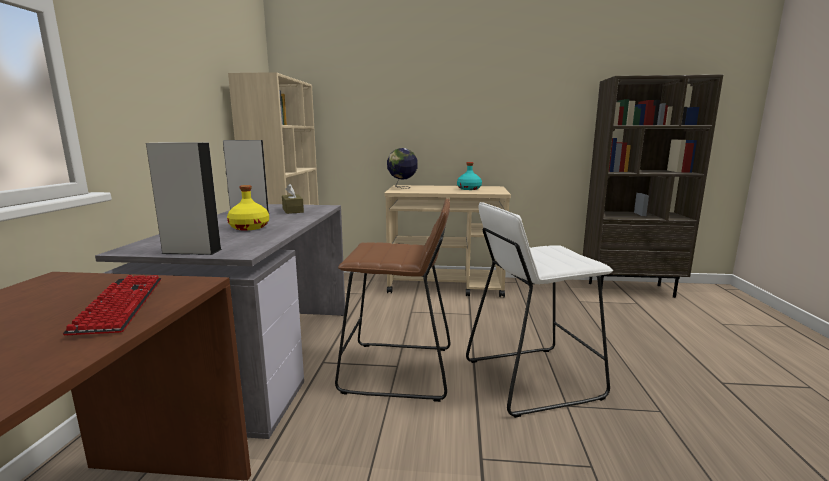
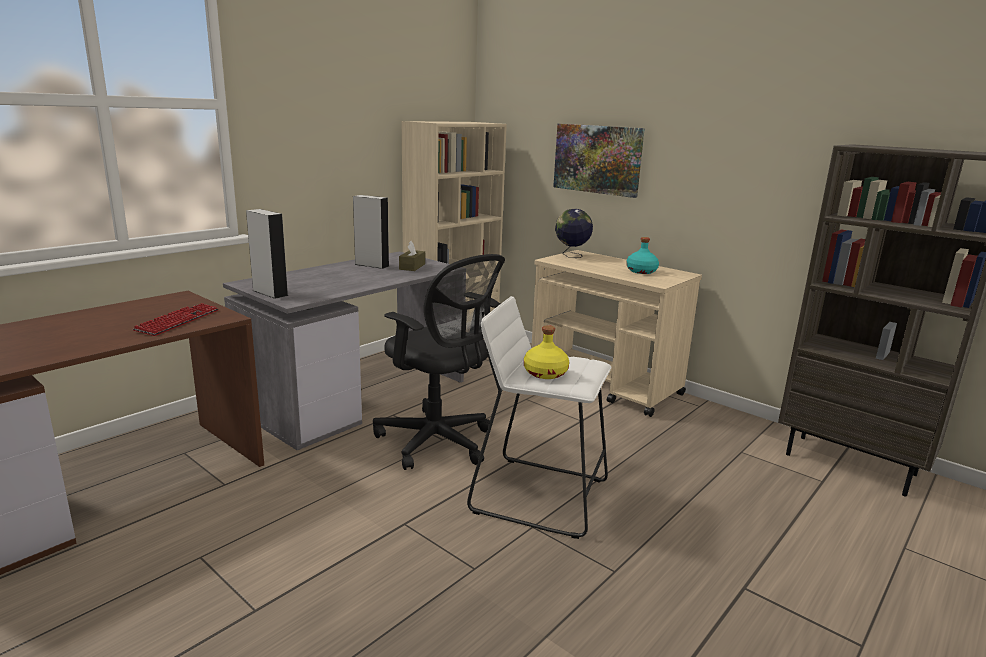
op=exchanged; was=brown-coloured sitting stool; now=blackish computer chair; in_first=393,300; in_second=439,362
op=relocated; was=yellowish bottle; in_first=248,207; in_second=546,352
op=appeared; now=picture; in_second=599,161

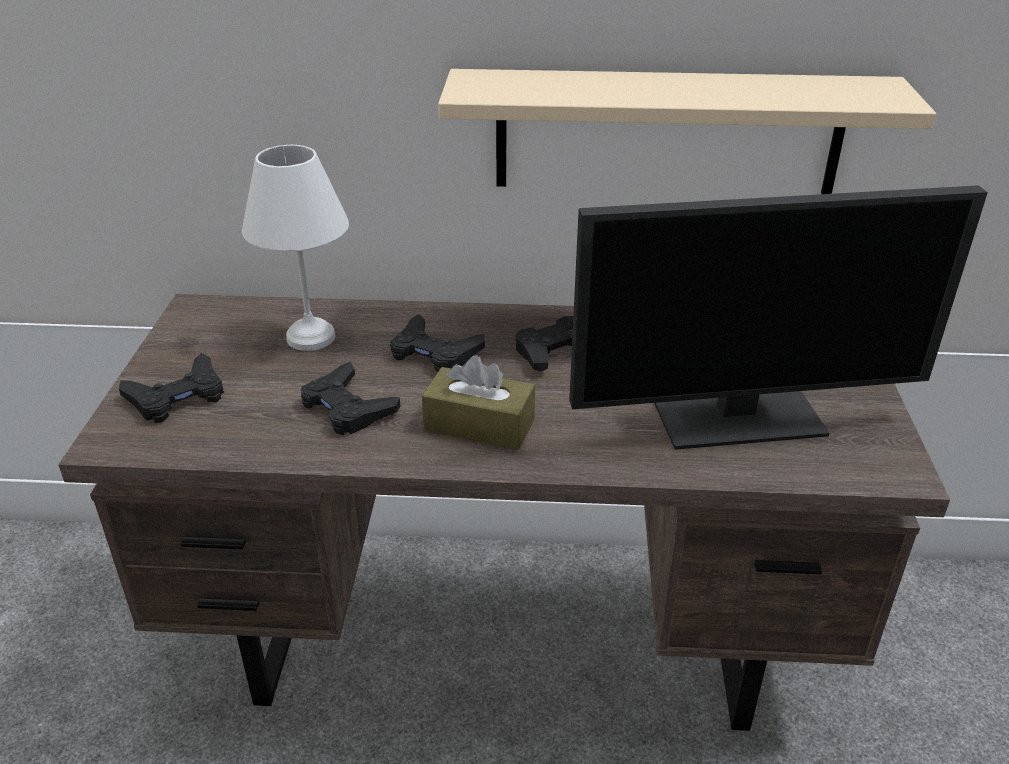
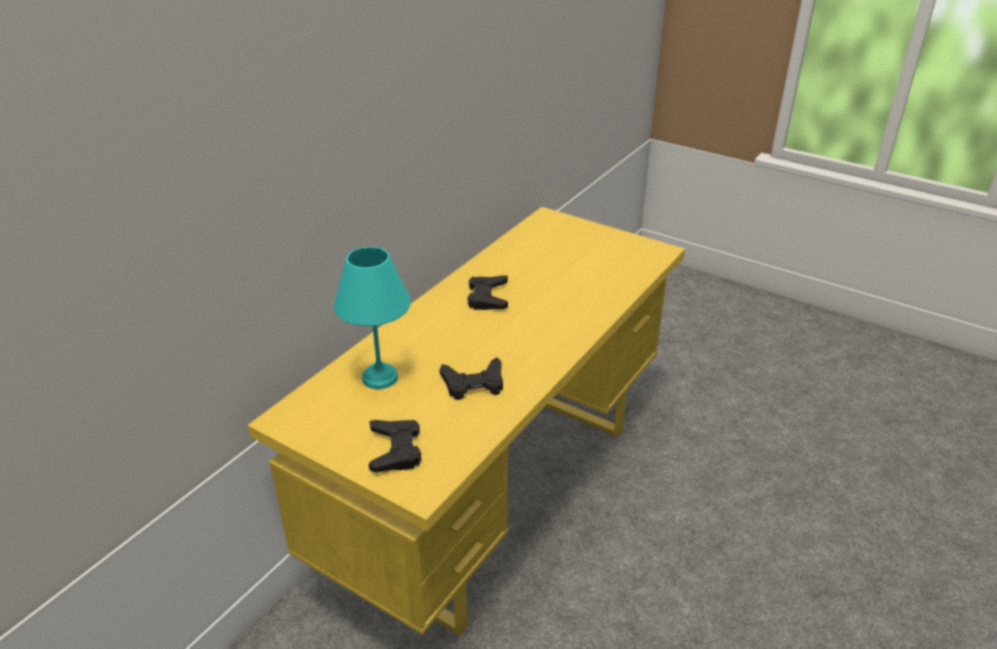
op=colour; was=brown-coloured desk unit; now=yellowish desk unit; in_first=504,512; in_second=466,421
op=colour; was=whitish tabletop lamp; now=turquoise-coloured tabletop lamp; in_first=295,248; in_second=372,318
op=missing; was=blackish game controller; in_first=437,343
op=missing; was=brown-coloured tissue holder; in_first=478,402
op=missing; was=beige bracket shelf; in_first=687,131
op=missing; was=monitor; in_first=778,317

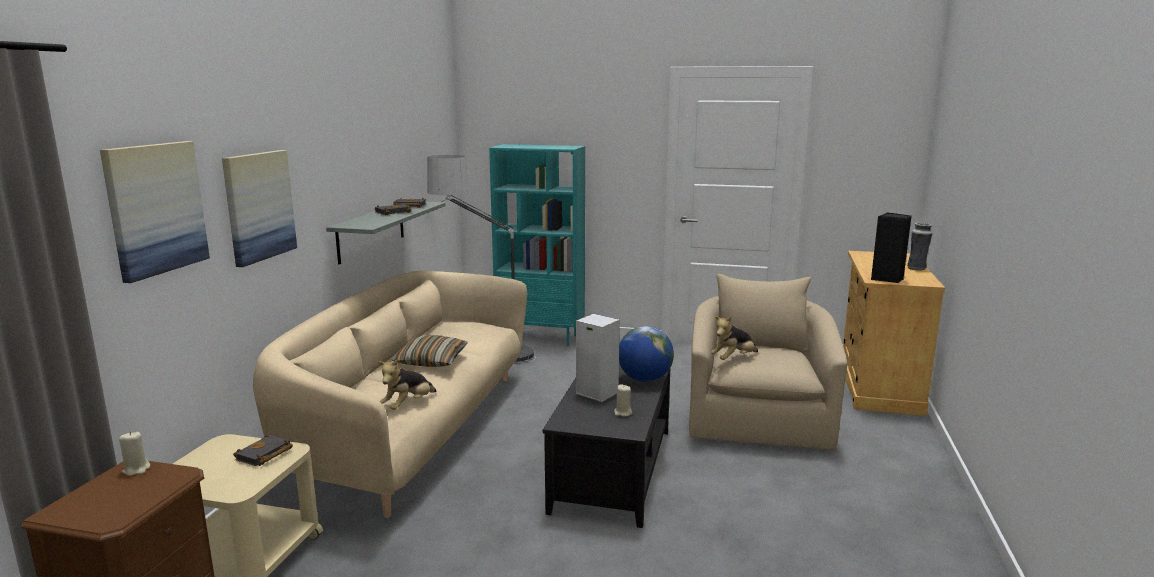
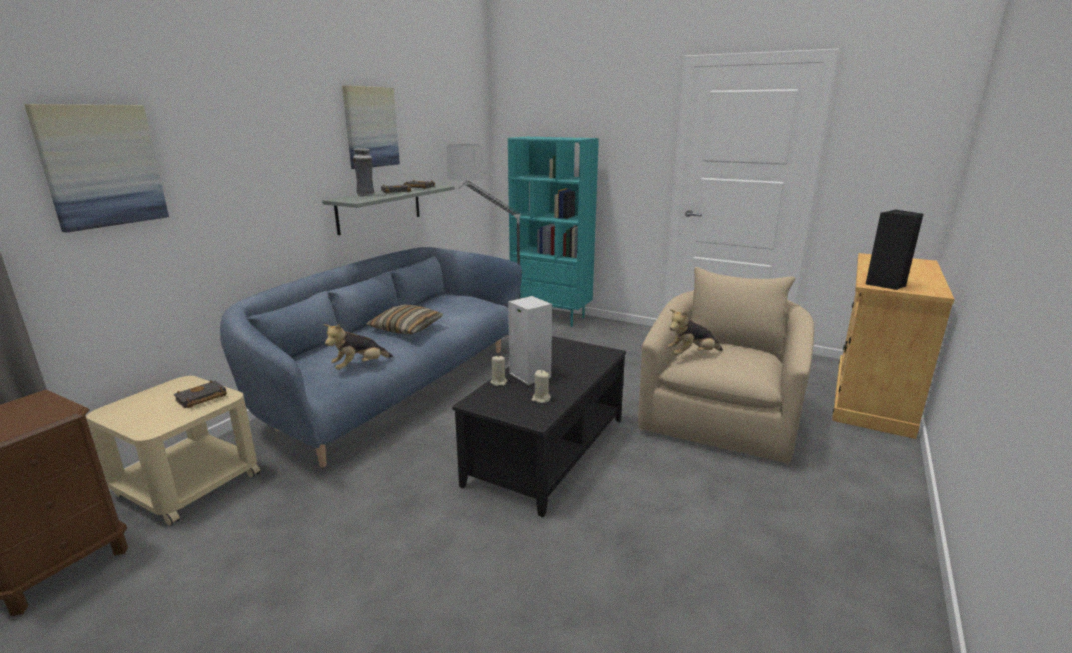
op=colour; was=beige settee; now=blue settee; in_first=390,394; in_second=371,357
op=relocated; was=picture; in_first=259,208; in_second=371,127
op=relocated; was=flower vase; in_first=919,247; in_second=364,172
op=relocated; was=beige wax light; in_first=134,453; in_second=498,370
op=missing; was=desk globe; in_first=646,354

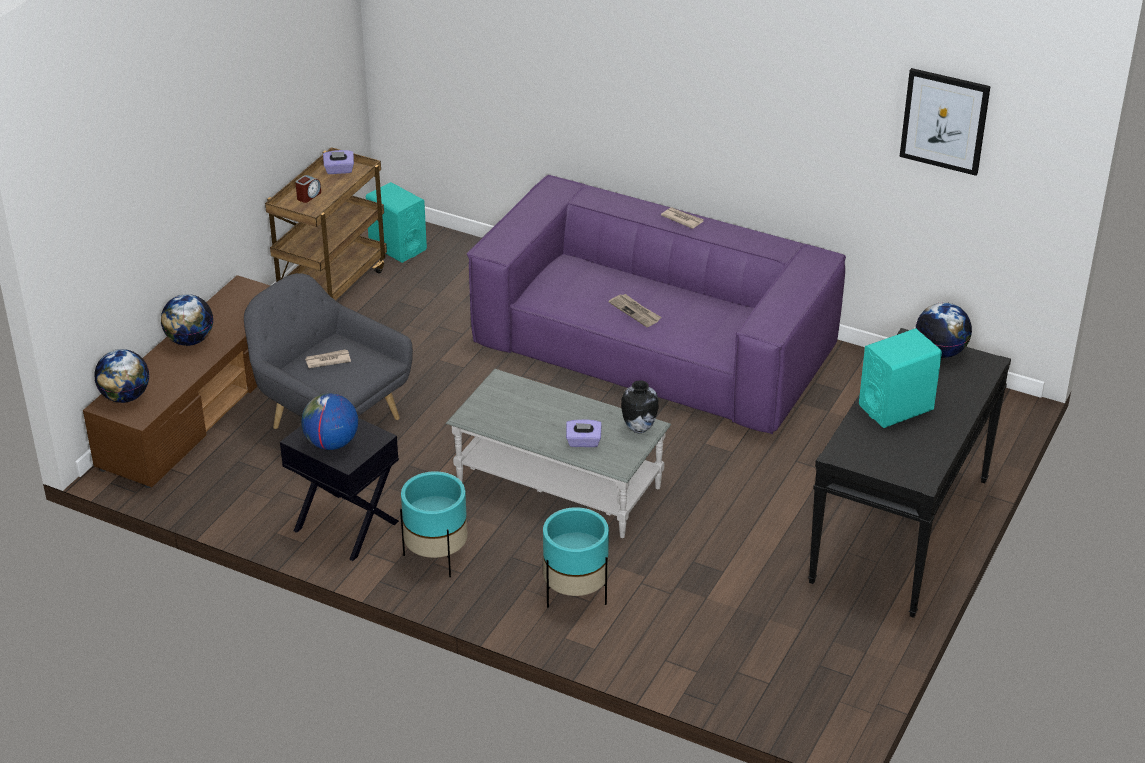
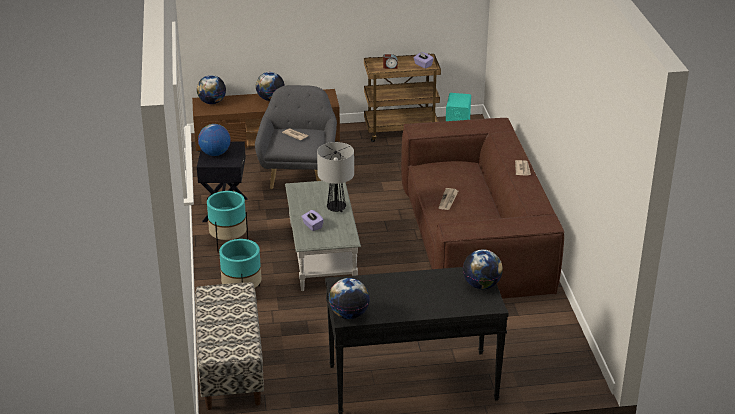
op=appeared; now=long seat; in_second=229,346
op=appeared; now=tabletop lamp; in_second=335,177
op=appeared; now=desk globe; in_second=349,298
op=colour; was=purple-coloured settee; now=brown-coloured settee; in_first=656,304; in_second=482,208
op=missing; was=flower vase; in_first=639,406
op=missing; was=turquoise-coloured speaker; in_first=900,378
op=missing; was=picture; in_first=945,122

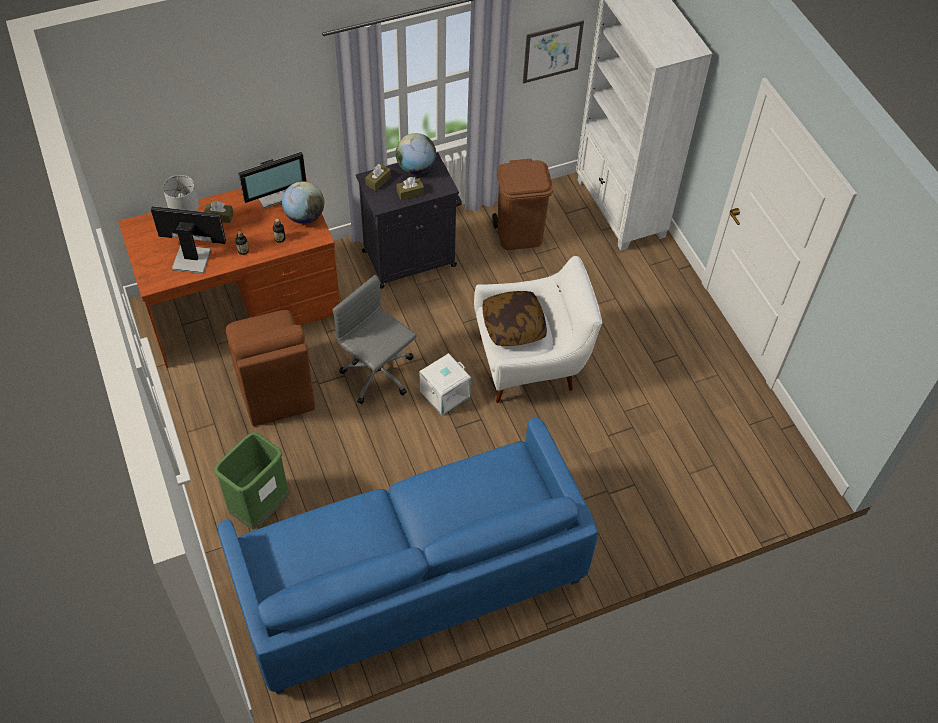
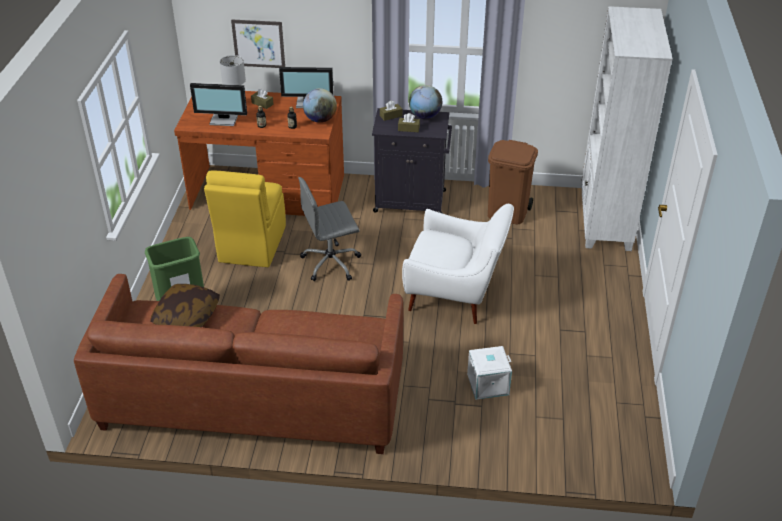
op=colour; was=blue settee; now=brown-coloured settee; in_first=408,555; in_second=238,364
op=relocated; was=pillow; in_first=514,318; in_second=185,305
op=spun; was=monitor; in_first=188,240; in_second=218,104; clockwise=150
op=colour; was=brown-coloured upright chair; now=yellowish upright chair; in_first=270,368; in_second=245,218
op=relocated; was=picture; in_first=553,52; in_second=258,43
op=spun; was=grey computer chair; in_first=375,339; in_second=329,229; clockwise=-90
op=relocated; was=whitish storage bin; in_first=445,384; in_second=489,373

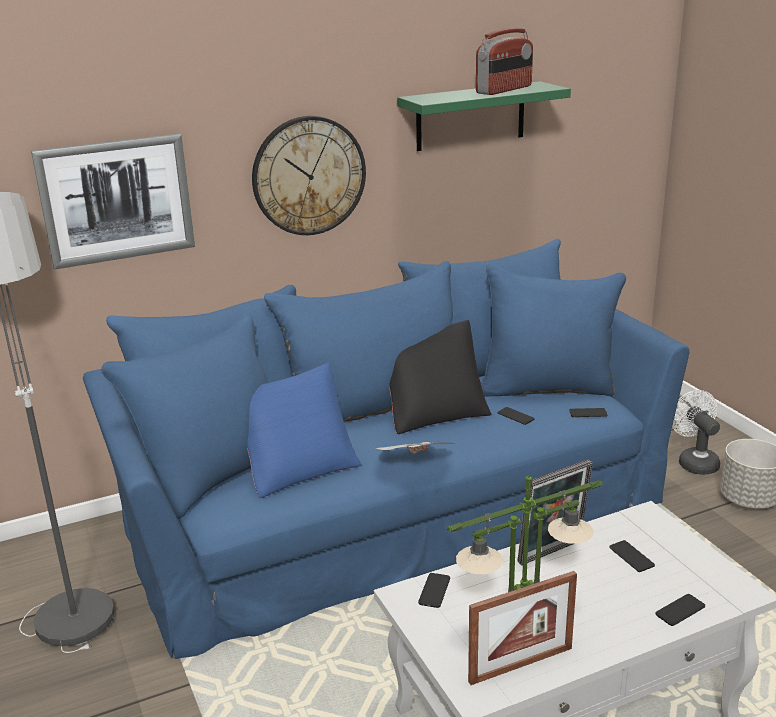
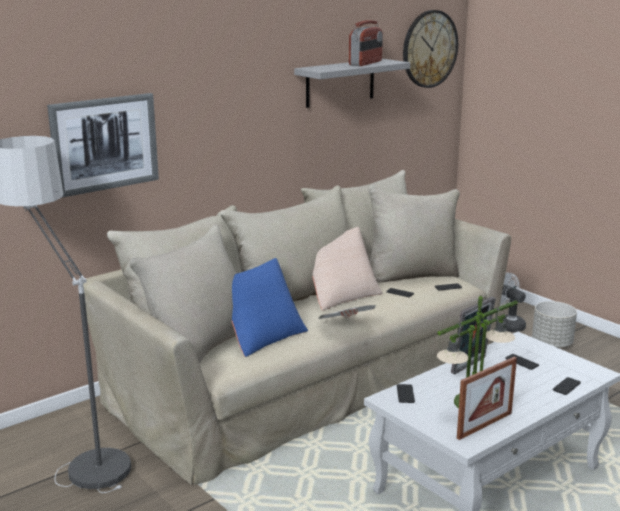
op=colour; was=blue settee; now=beige settee; in_first=386,449; in_second=297,327
op=colour; was=green-coloured bracket shelf; now=grey bracket shelf; in_first=484,116; in_second=352,83
op=colour; was=blackish pillow; now=beige pillow; in_first=440,377; in_second=348,268
op=relocated; was=wall clock; in_first=309,175; in_second=430,49

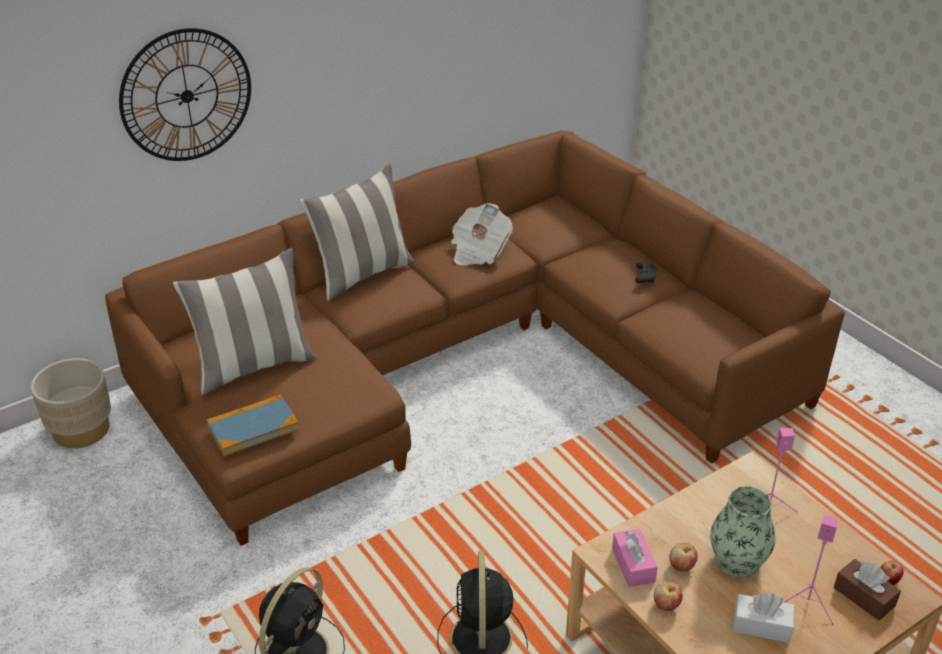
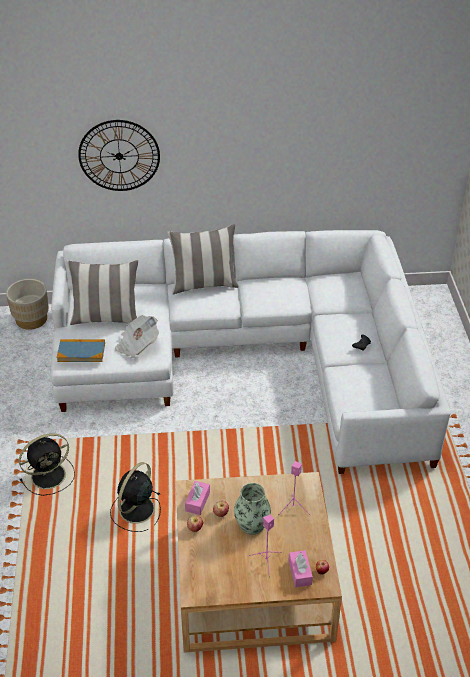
op=colour; was=brown-coloured settee; now=whitish settee; in_first=475,338; in_second=251,352
op=relocated; was=printed paper; in_first=482,234; in_second=137,336
op=colour; was=brown-coloured tissue holder; now=pinkish tissue holder; in_first=867,589; in_second=300,568
op=missing; was=whitish tissue holder; in_first=764,618

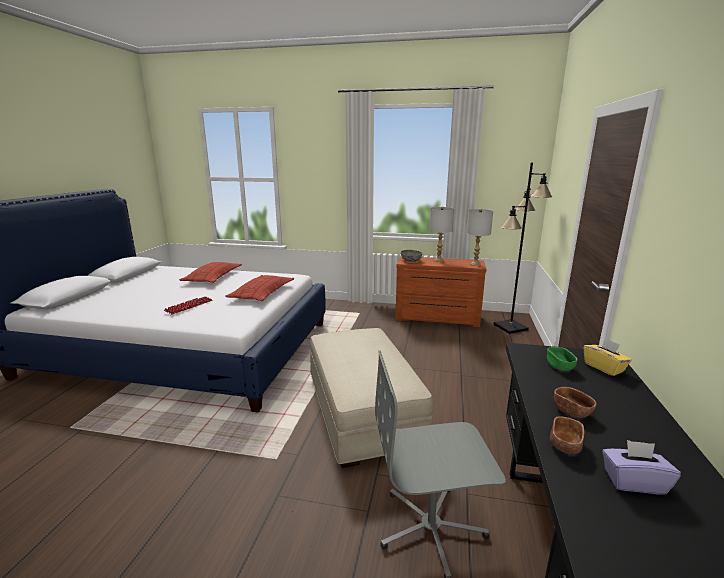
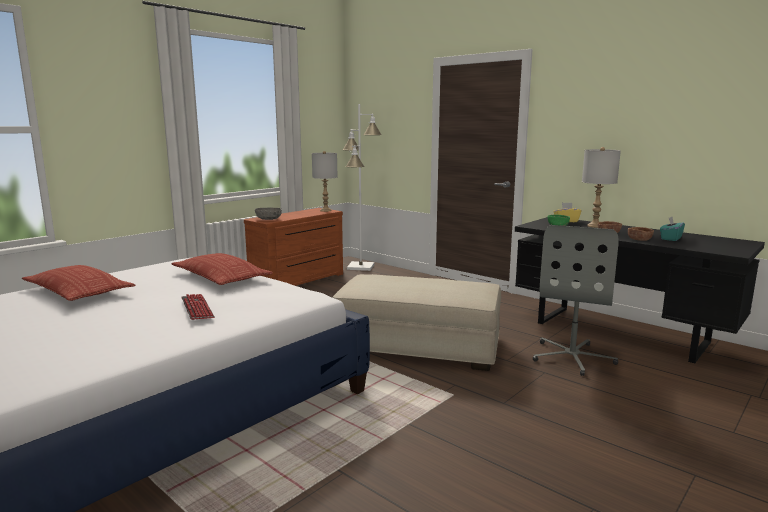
op=colour; was=blackish standing lamp; now=whitish standing lamp; in_first=523,248; in_second=362,187
op=relocated; was=grey tabletop lamp; in_first=441,234; in_second=601,187
op=colour; was=purple-coloured tissue holder; now=turquoise-coloured tissue holder; in_first=641,467; in_second=672,229

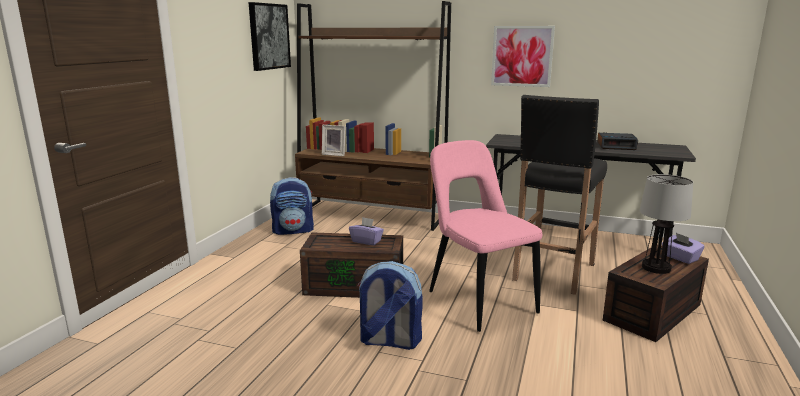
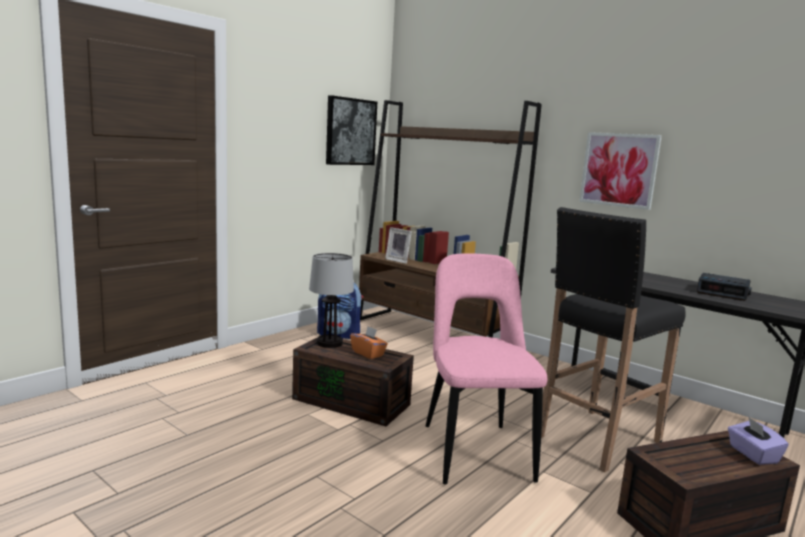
op=relocated; was=tabletop lamp; in_first=666,224; in_second=331,300
op=colour; was=purple-coloured tissue holder; now=orangey tissue holder; in_first=366,231; in_second=369,342
op=missing; was=backpack; in_first=390,305

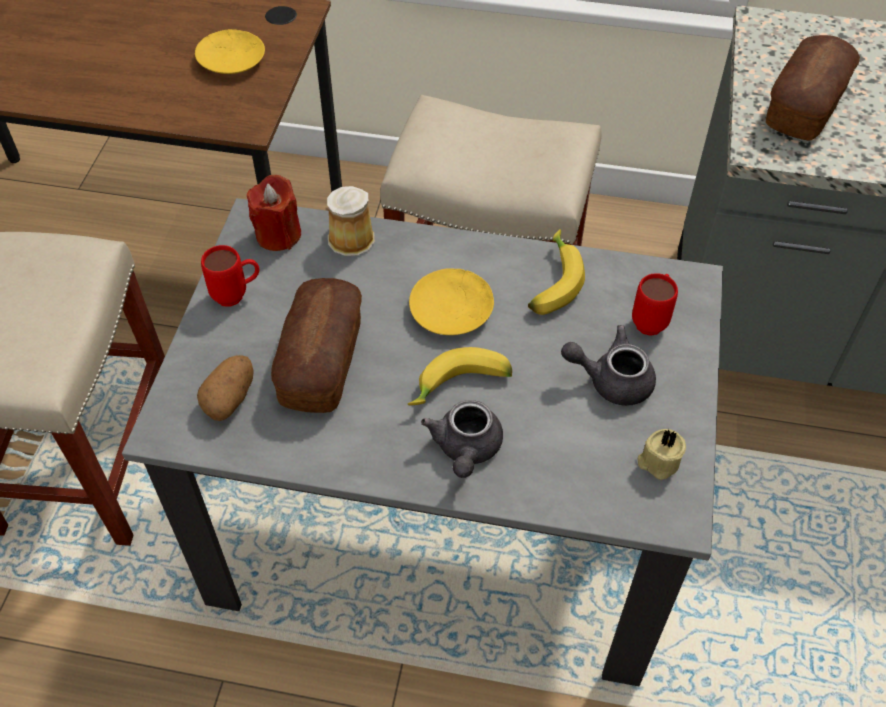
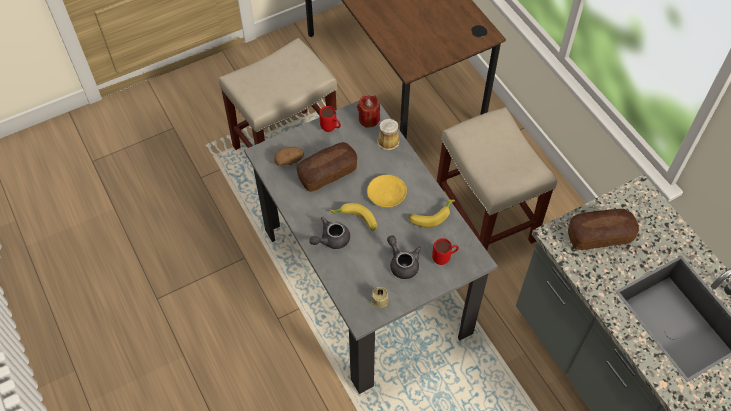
op=missing; was=yellowish flat dish; in_first=230,51

